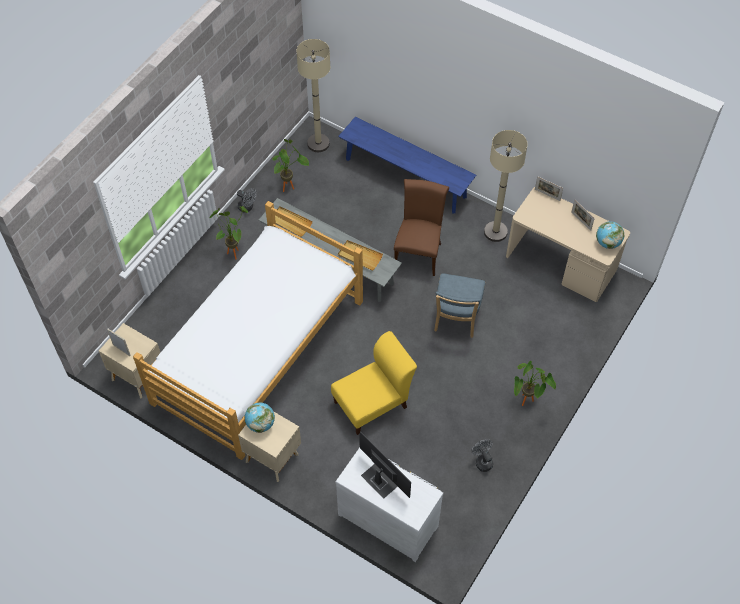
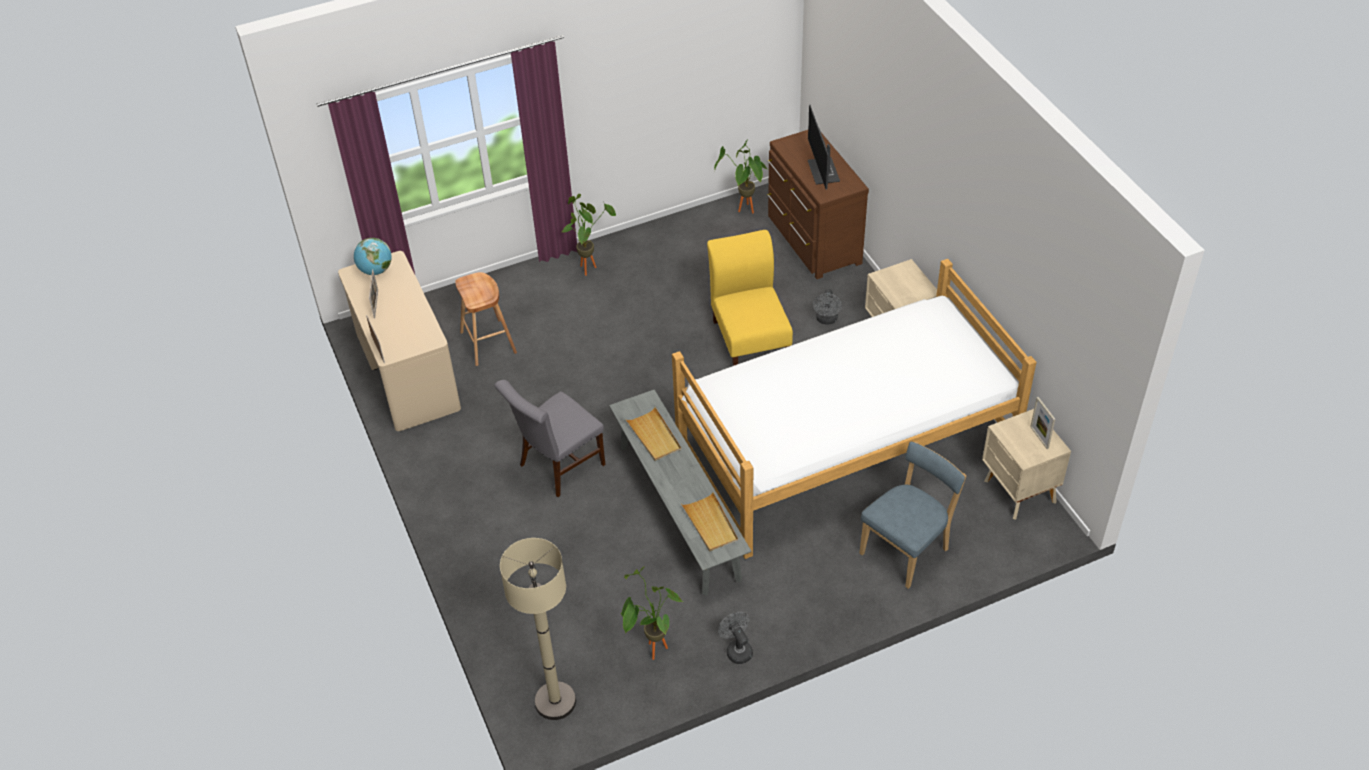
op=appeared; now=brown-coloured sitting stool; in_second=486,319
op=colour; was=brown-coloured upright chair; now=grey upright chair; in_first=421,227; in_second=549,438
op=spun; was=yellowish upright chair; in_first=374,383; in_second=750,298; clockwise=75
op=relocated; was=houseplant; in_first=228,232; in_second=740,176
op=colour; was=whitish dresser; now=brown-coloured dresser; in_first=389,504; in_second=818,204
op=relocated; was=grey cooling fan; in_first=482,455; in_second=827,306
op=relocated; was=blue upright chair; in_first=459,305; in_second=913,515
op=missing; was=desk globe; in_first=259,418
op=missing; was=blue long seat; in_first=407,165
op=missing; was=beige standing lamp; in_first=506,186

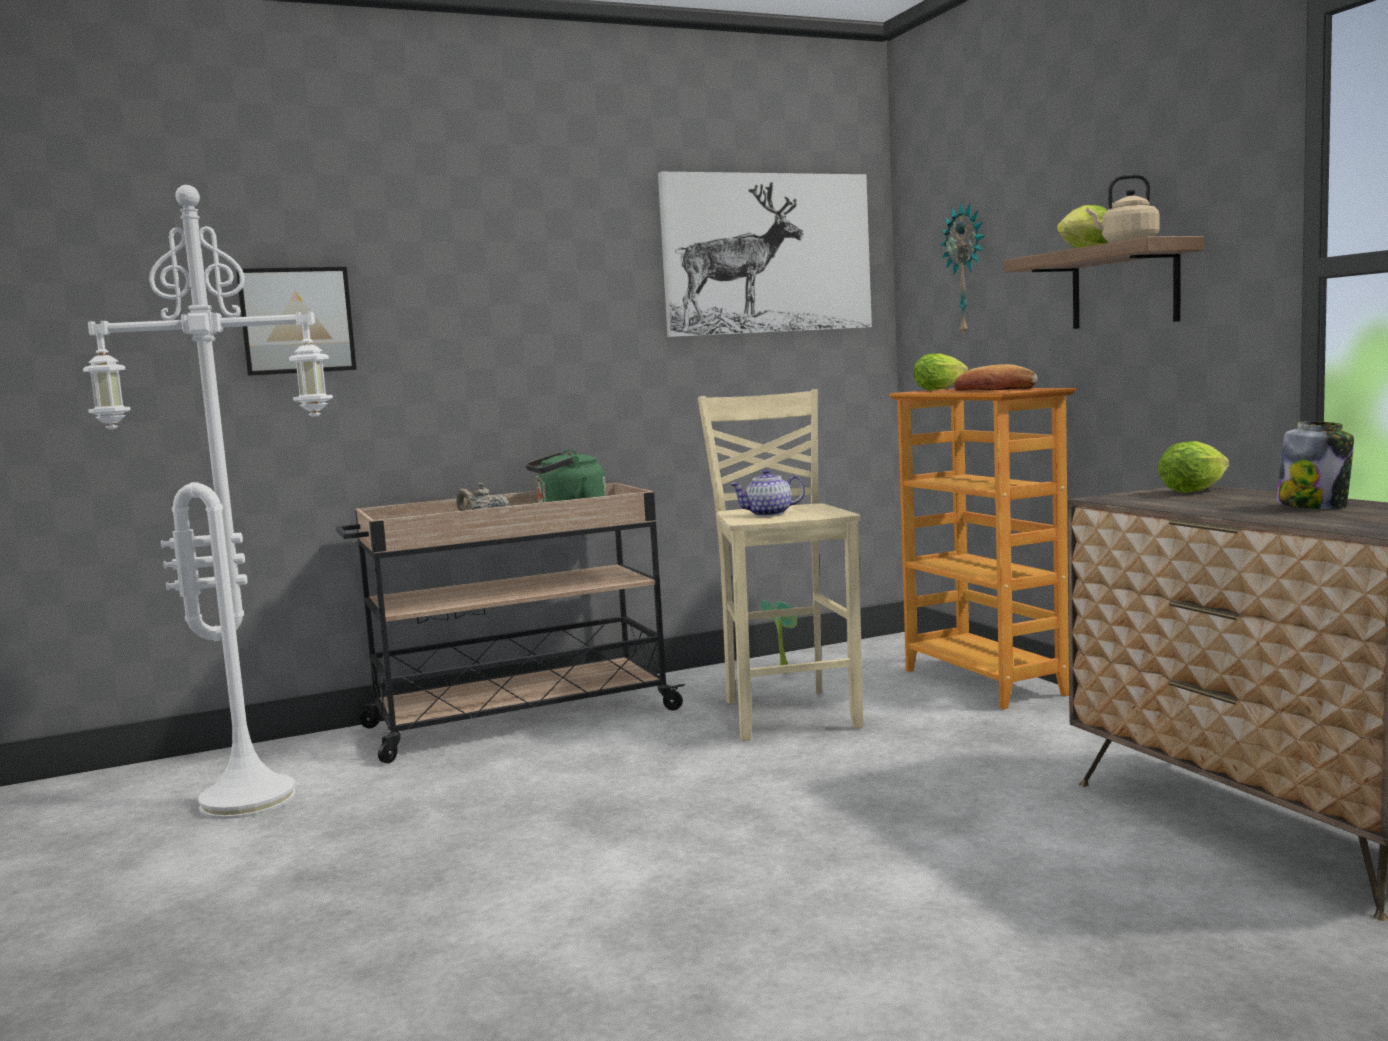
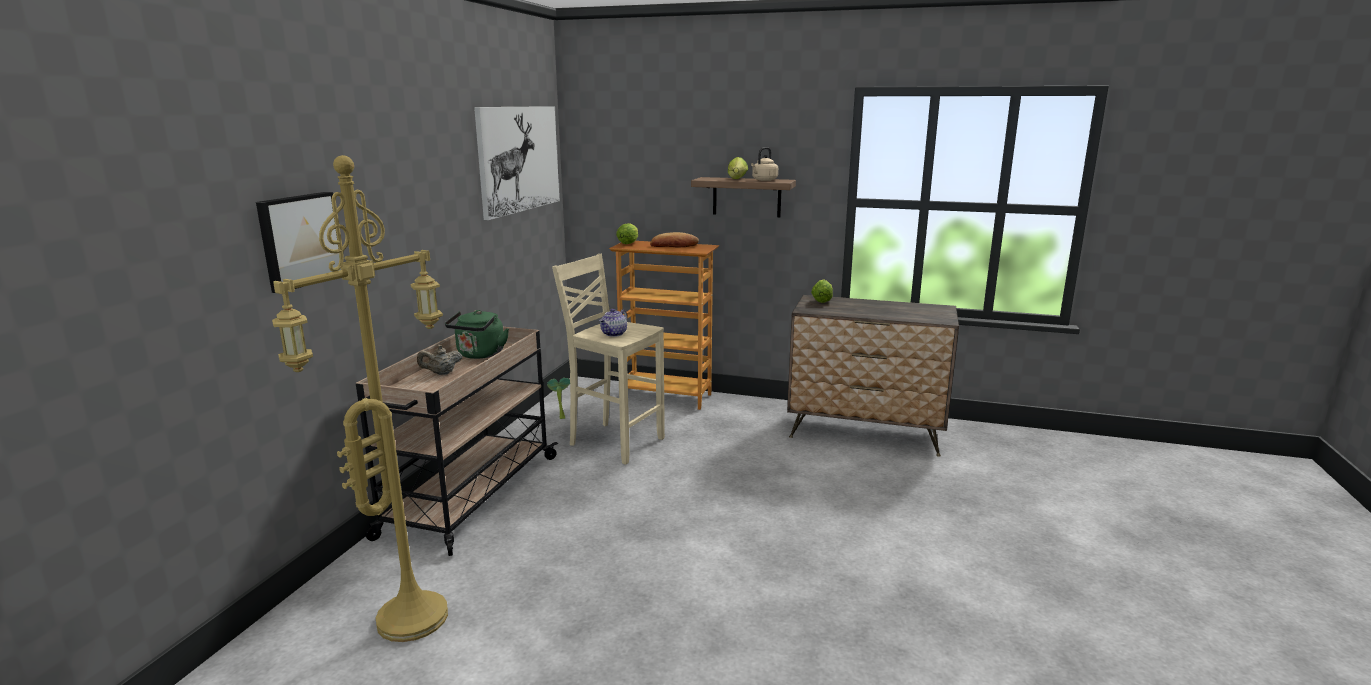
op=colour; was=whitish standing lamp; now=yellowish standing lamp; in_first=208,502; in_second=360,398
op=missing; was=wall clock; in_first=962,268
op=missing; was=preserve jar; in_first=1315,465

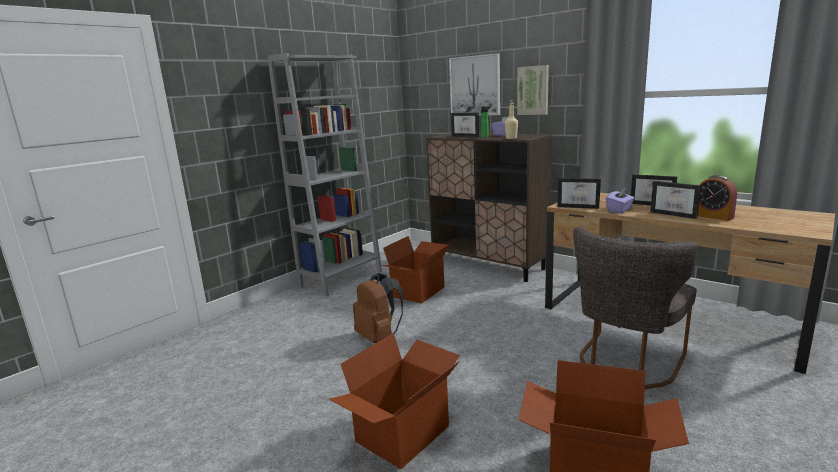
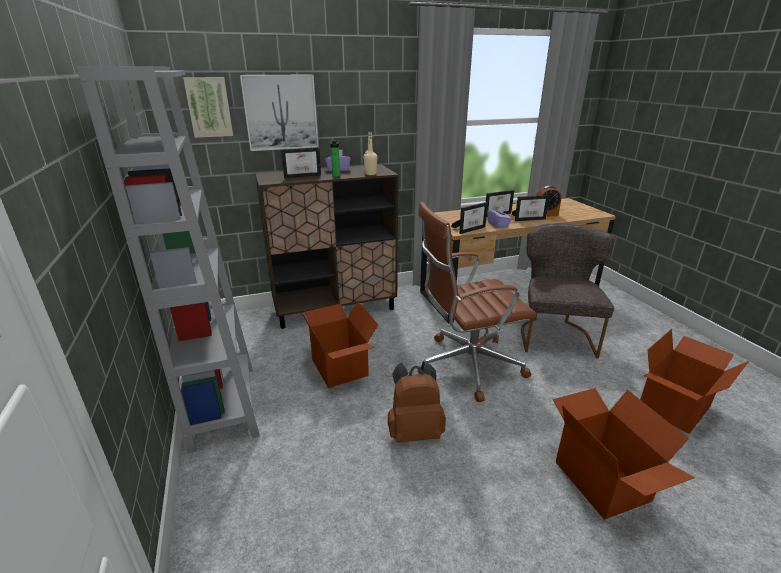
op=relocated; was=picture; in_first=533,90; in_second=208,107
op=appeared; now=brown-coloured computer chair; in_second=477,302
op=spun; was=grey upright chair; in_first=635,308; in_second=568,290; clockwise=-150

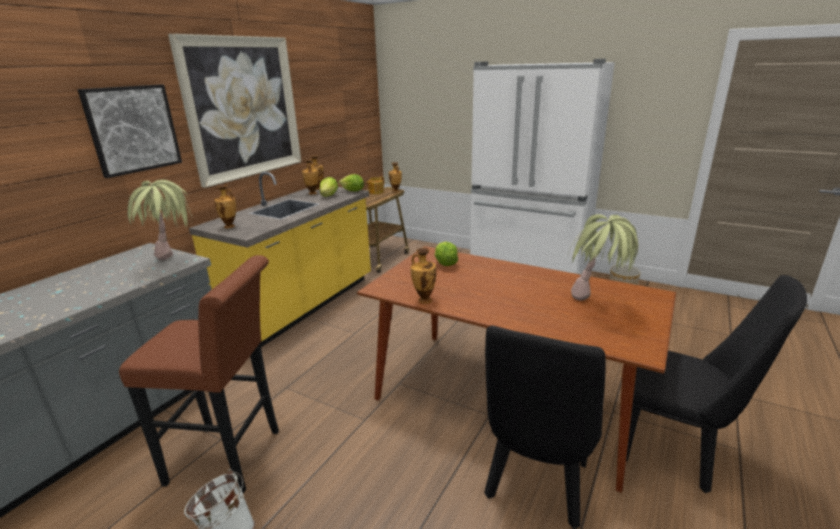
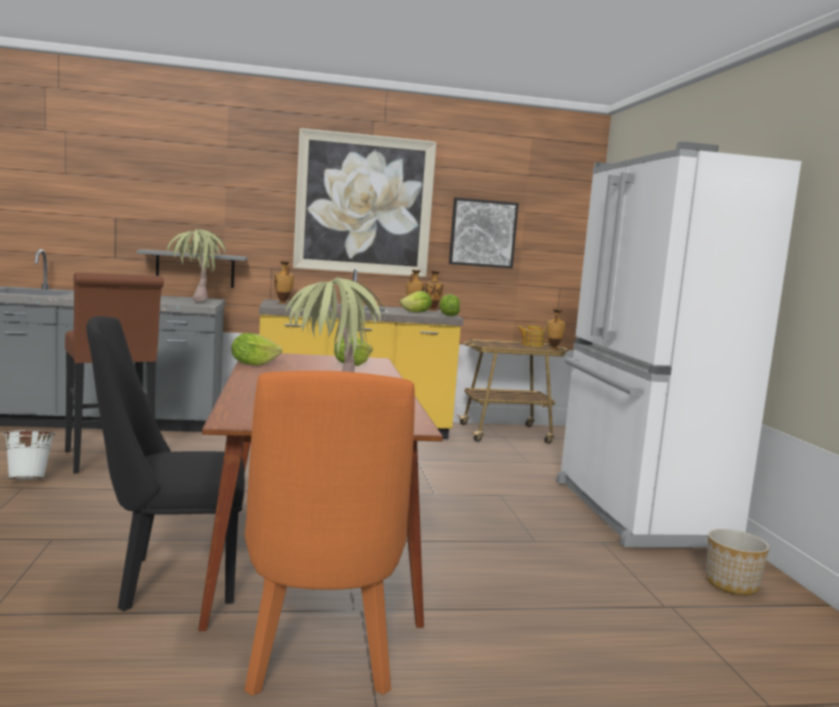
op=appeared; now=grey bracket shelf; in_second=192,268
op=exchanged; was=flower vase; now=lettuce head; in_first=423,276; in_second=256,349
op=colour; was=blackish upright chair; now=orangey upright chair; in_first=716,384; in_second=329,533
op=relocated; was=picture; in_first=130,131; in_second=484,233

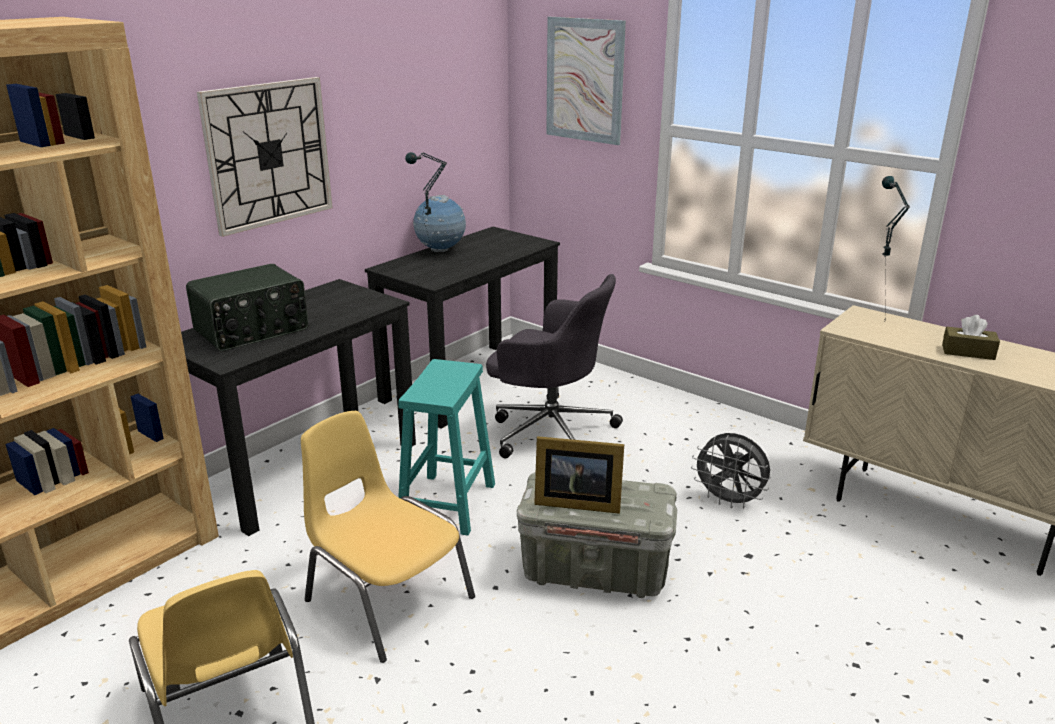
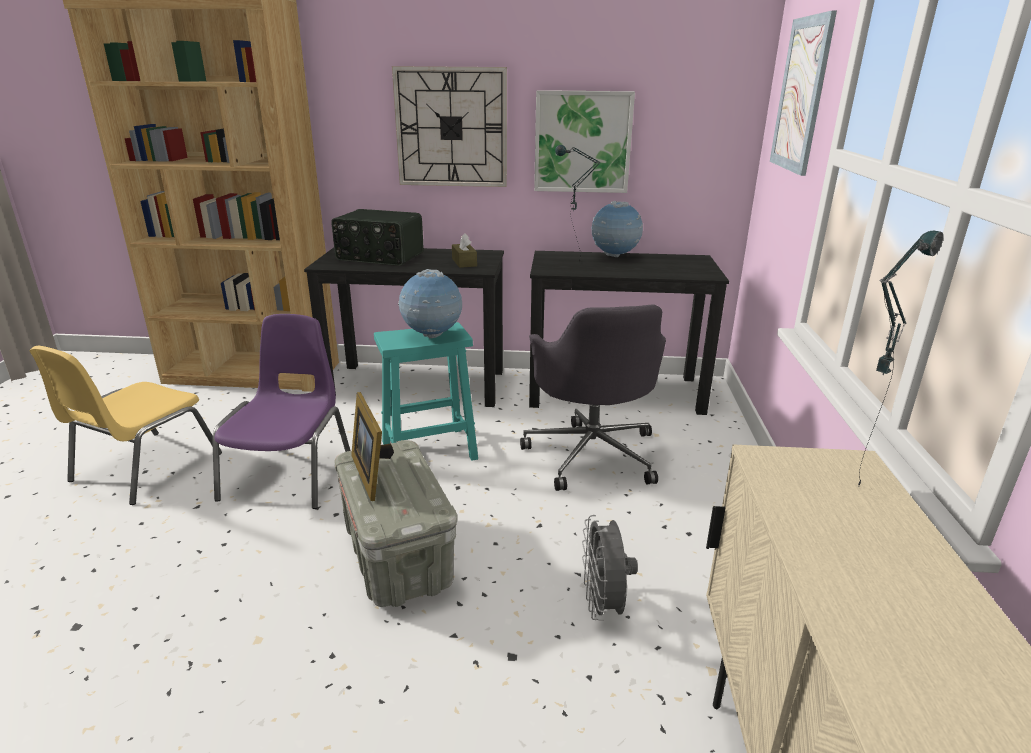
op=colour; was=yellowish upright chair; now=purple-coloured upright chair; in_first=388,537; in_second=281,411
op=appeared; now=desk globe; in_second=430,303
op=relocated; was=brown-coloured tissue holder; in_first=971,337; in_second=464,251
op=appeared; now=picture; in_second=584,141

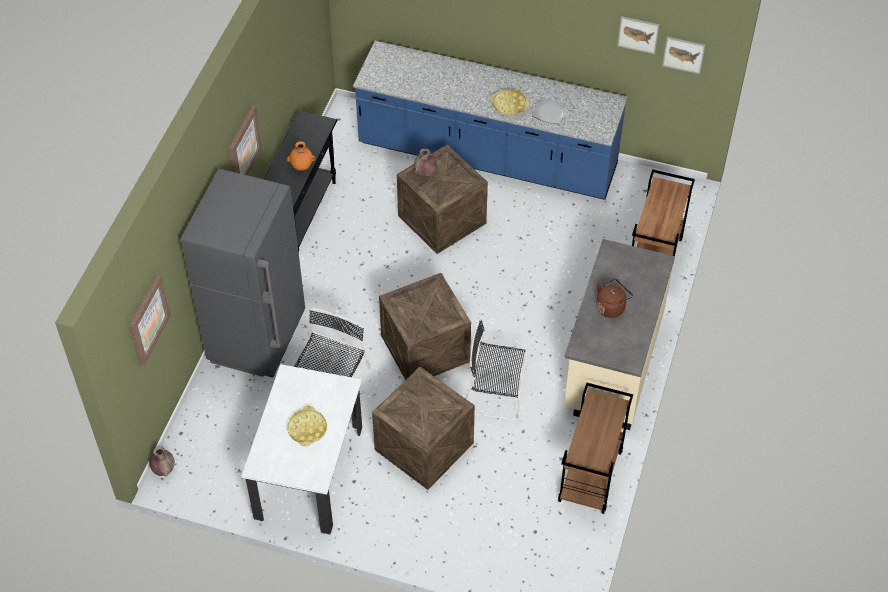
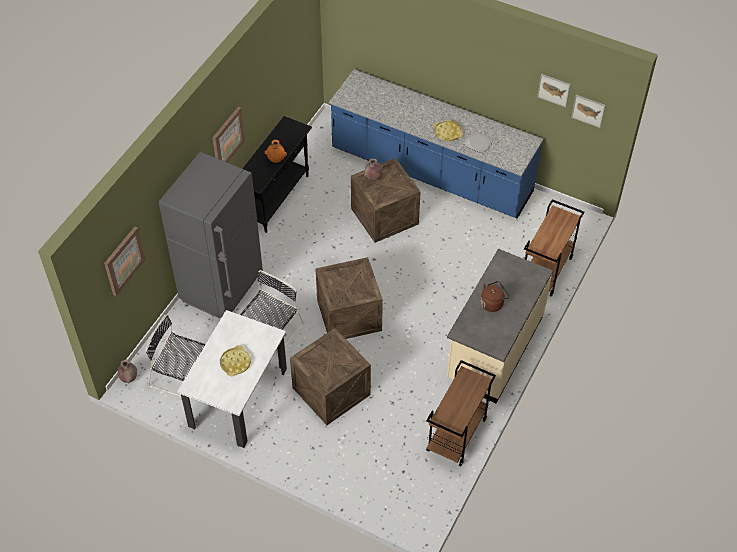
op=relocated; was=blackish upright chair; in_first=496,370; in_second=175,357

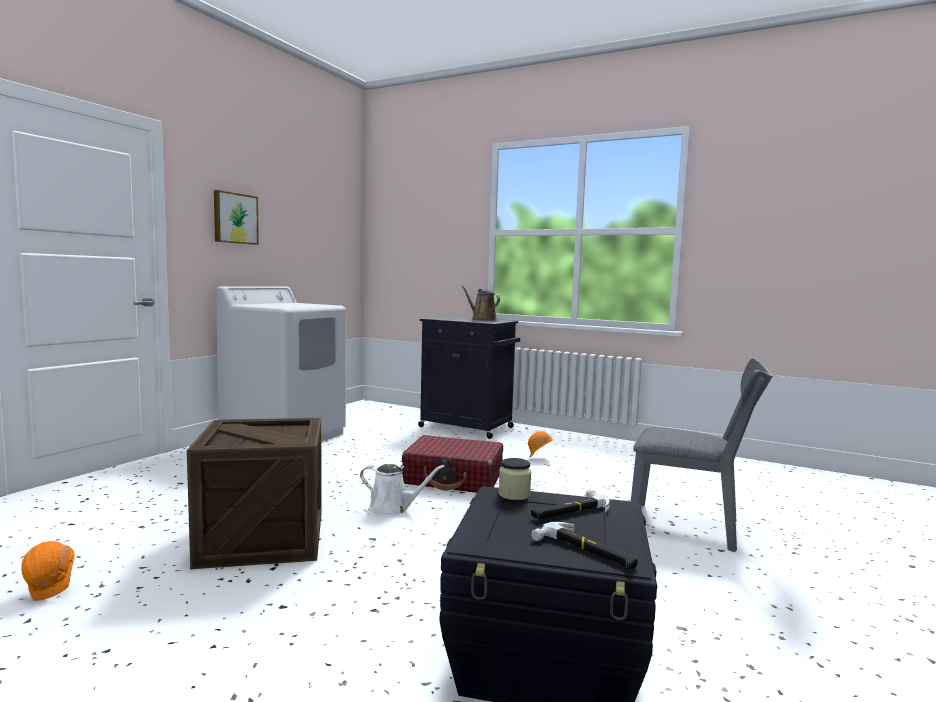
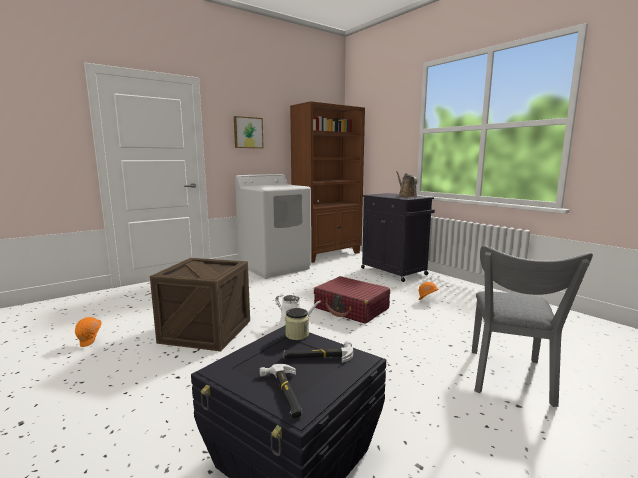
op=appeared; now=brown-coloured shelving unit; in_second=327,182
op=spun; was=grey upright chair; in_first=702,455; in_second=532,326; clockwise=60

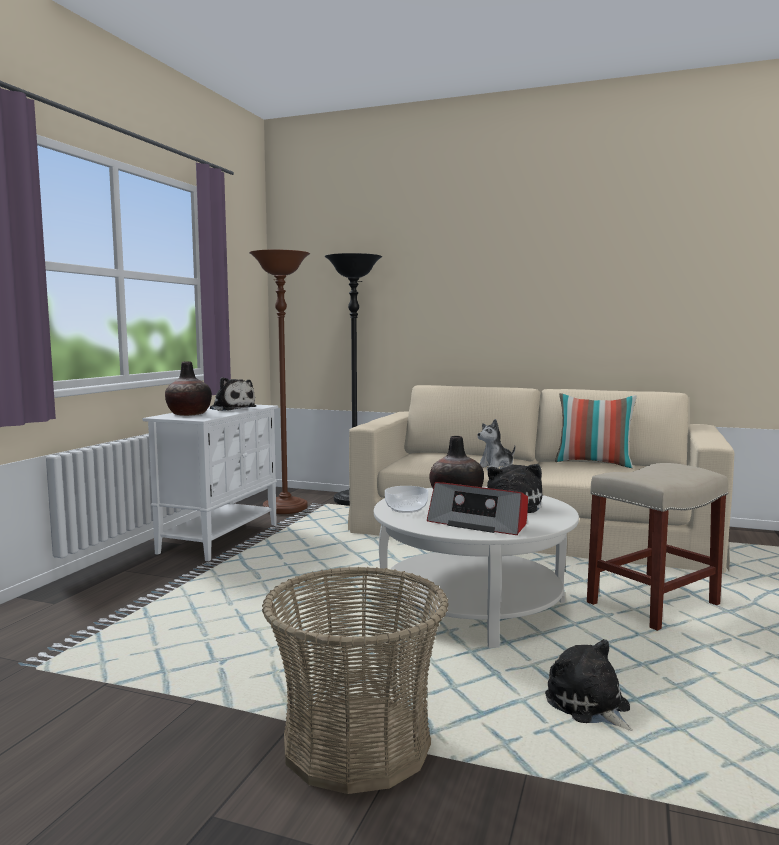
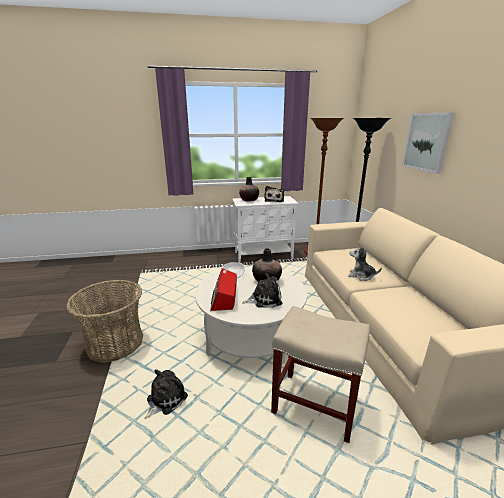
op=appeared; now=picture; in_second=428,143
op=missing; was=pillow; in_first=596,430

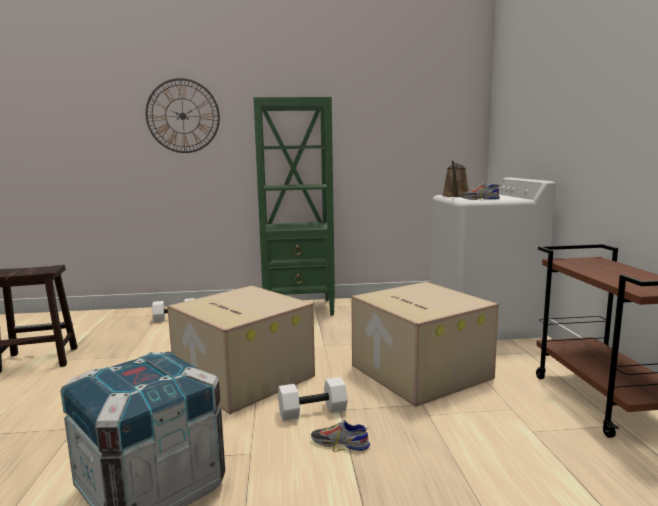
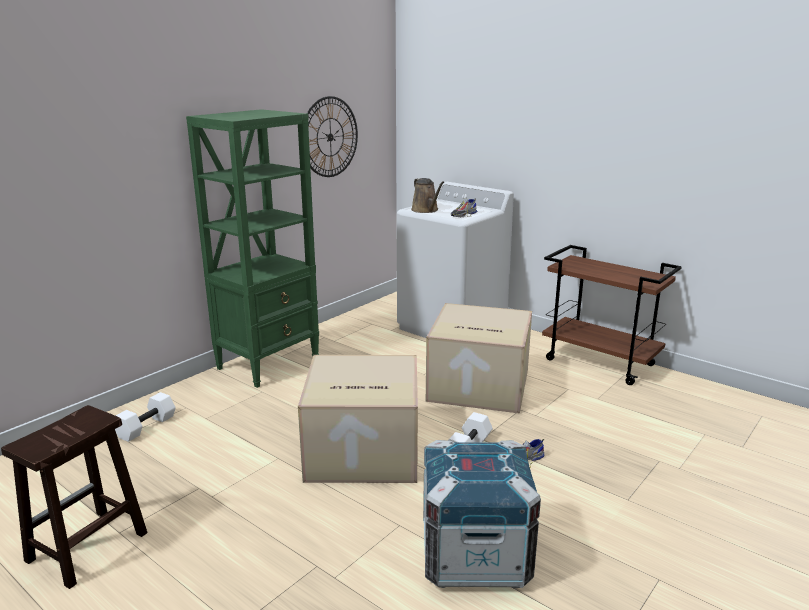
op=relocated; was=wall clock; in_first=182,115; in_second=332,136

